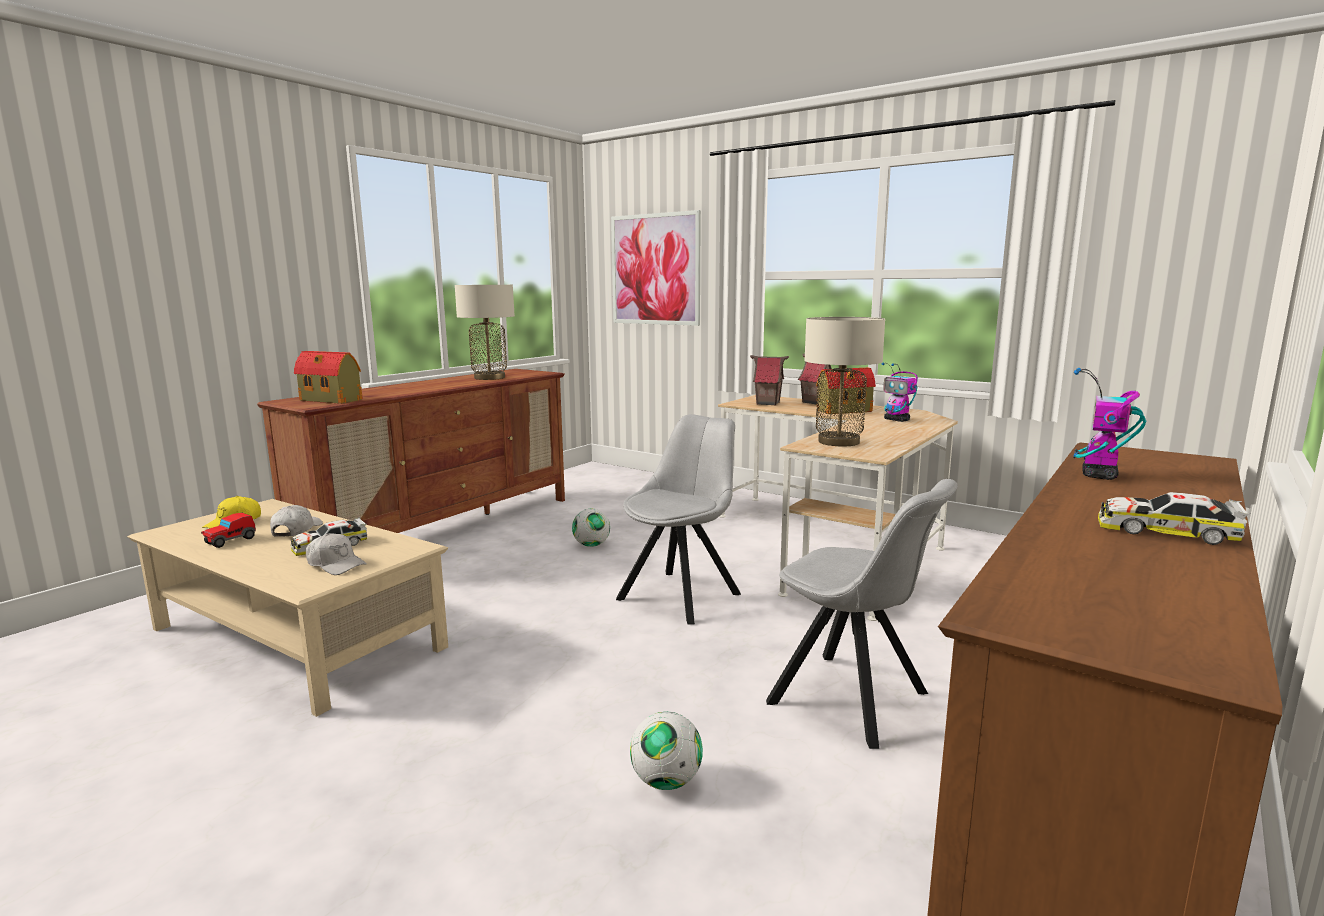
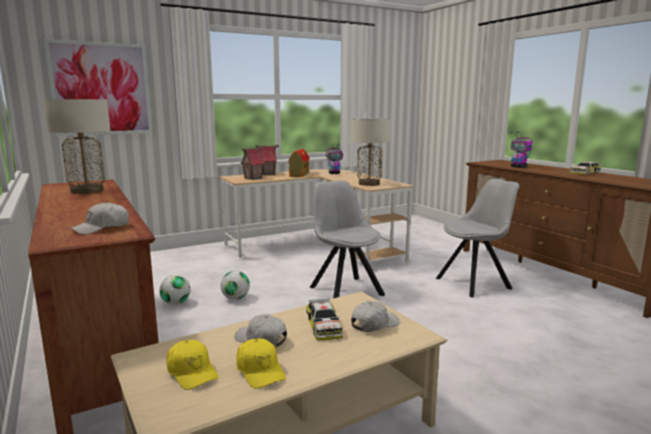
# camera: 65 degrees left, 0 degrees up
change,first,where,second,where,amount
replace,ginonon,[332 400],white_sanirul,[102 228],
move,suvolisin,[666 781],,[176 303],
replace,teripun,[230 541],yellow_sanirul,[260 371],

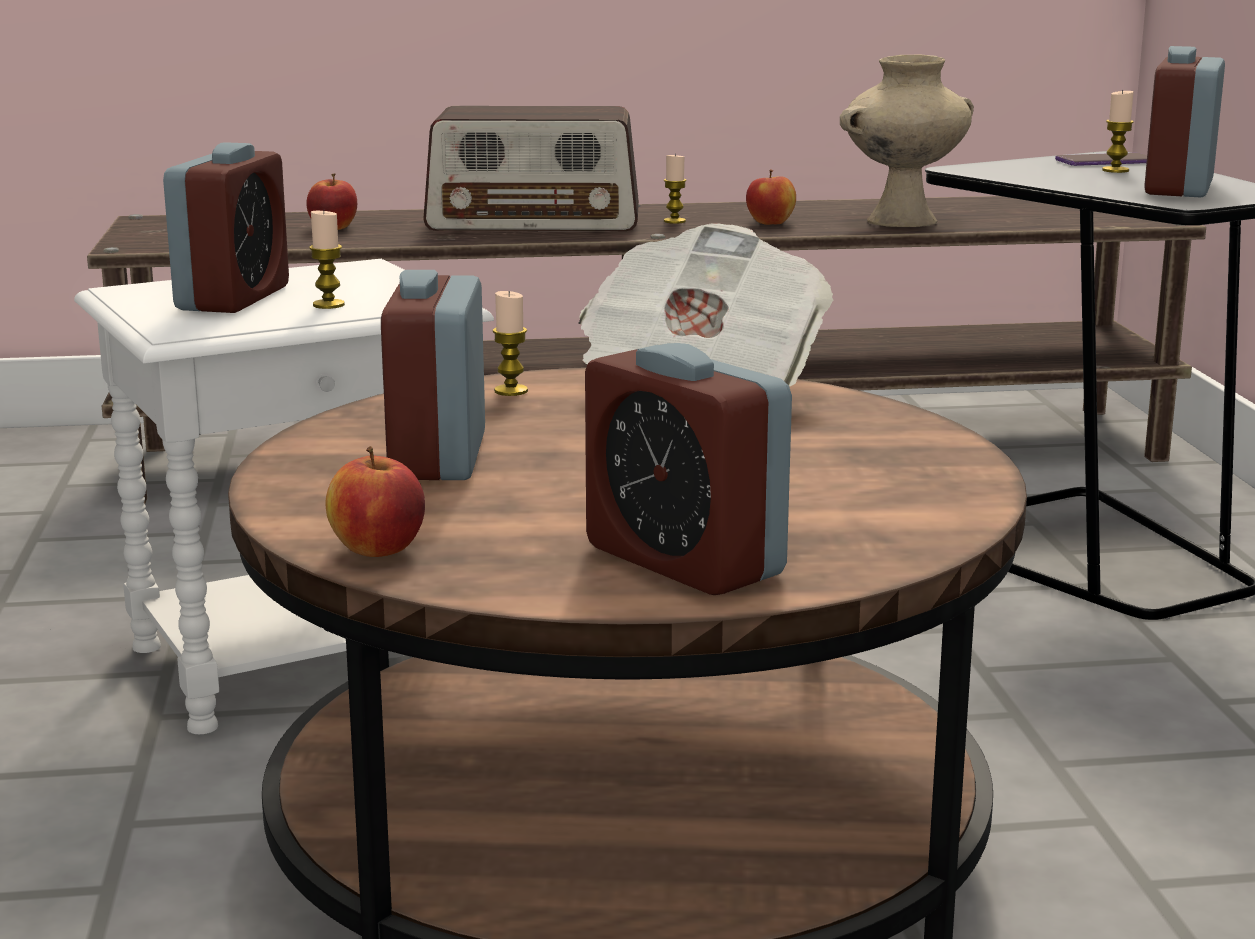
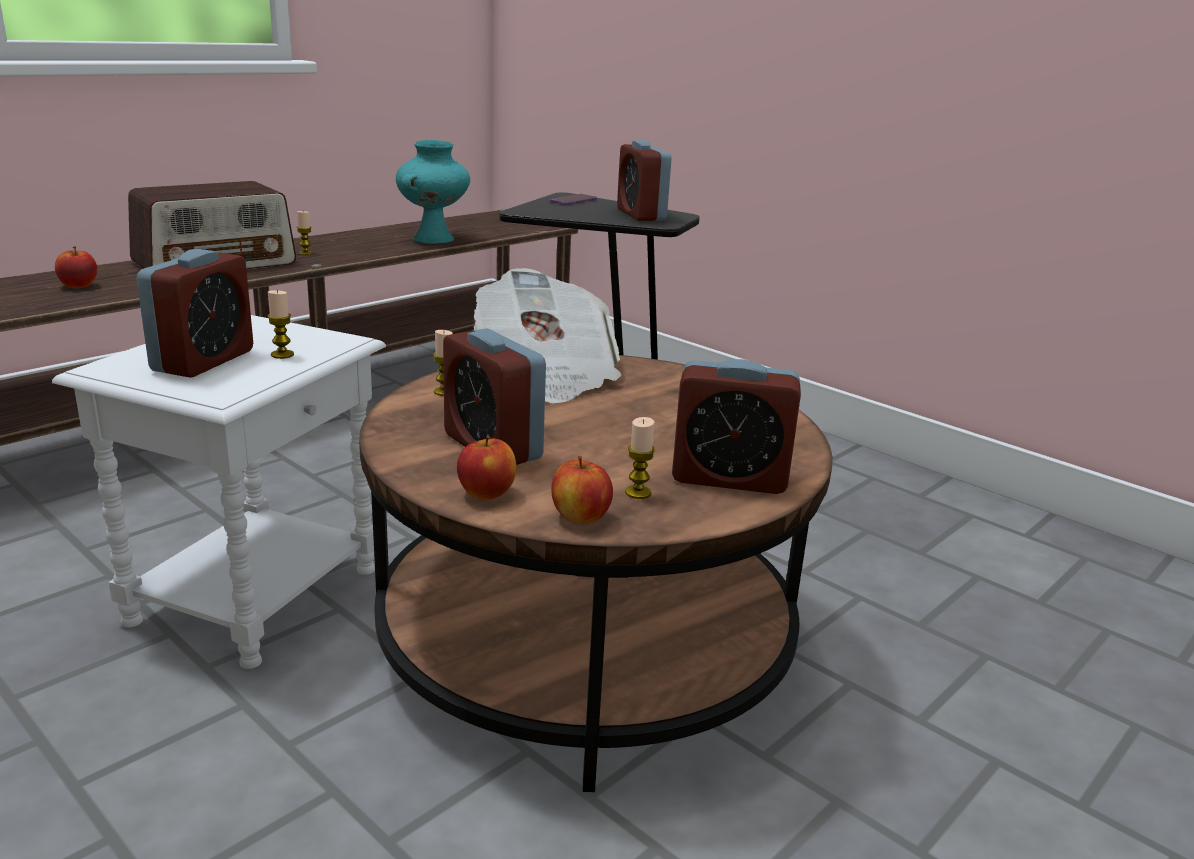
# camera: 40 degrees left, 5 degrees up
change,first,where,second,where,amount
rotate,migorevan,[233 298],,[203 361],45 degrees clockwise
recolor,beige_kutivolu,[901 222],turquoise_kutivolu,[433 240],
move,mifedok,[770 223],,[486 493],
move,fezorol,[1115 170],,[638 493],

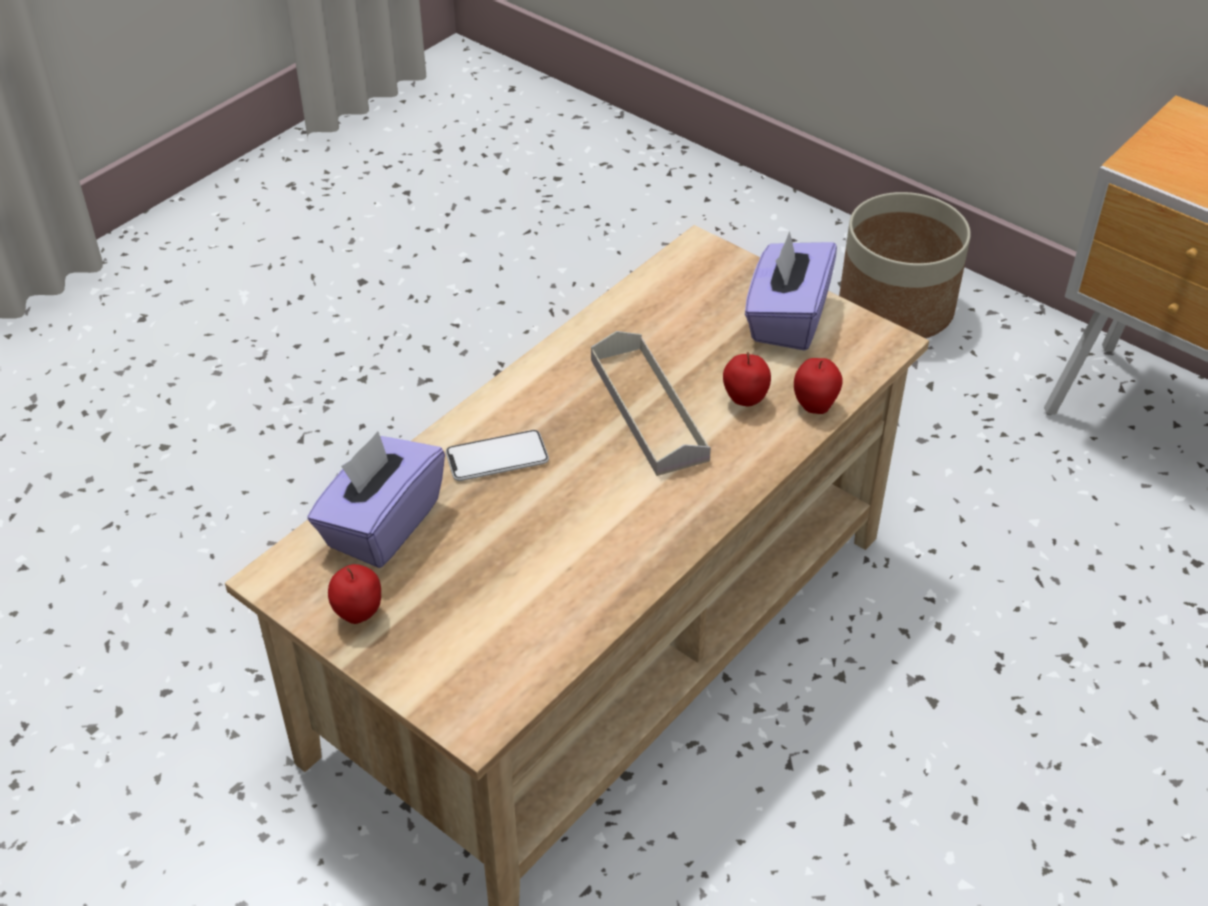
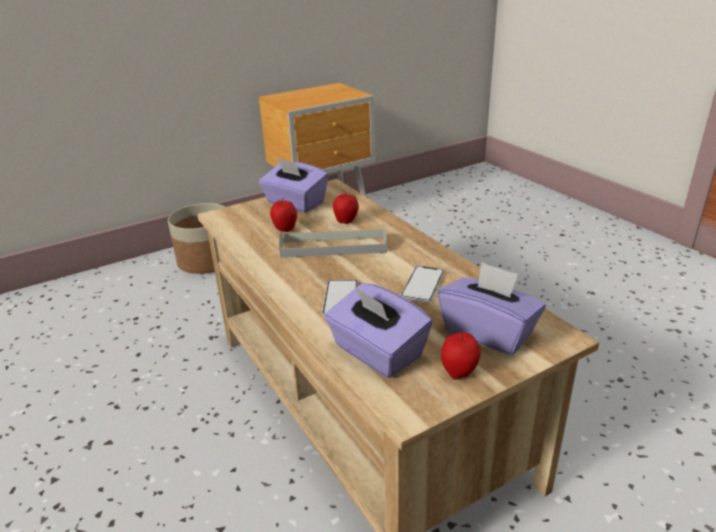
# camera: 70 degrees left, 15 degrees down
change,first,where,second,where,amount
move,mifedok,[814 406],,[285 229],
insert,,,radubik,[423 285],
insert,,,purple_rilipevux,[488 332],

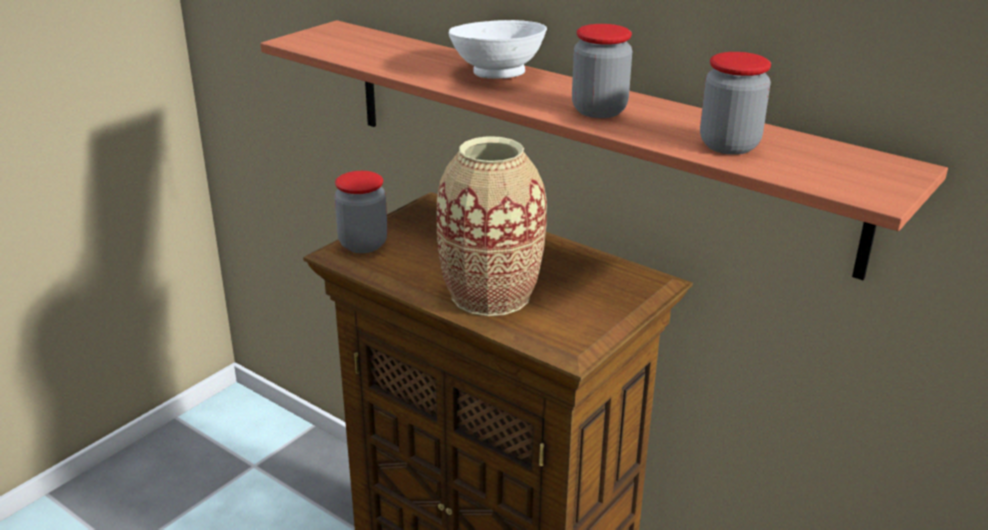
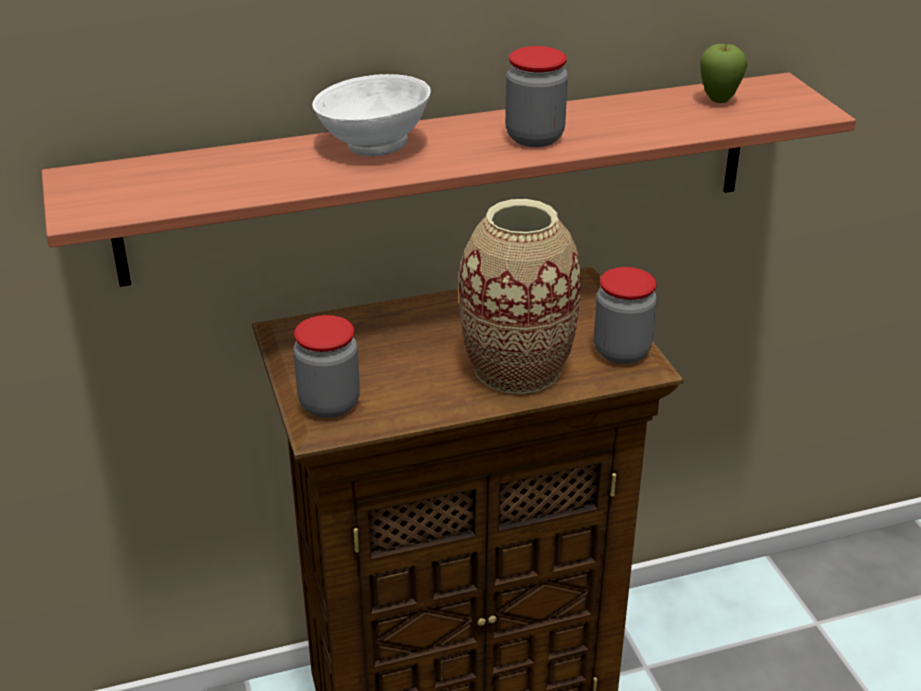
# camera: 55 degrees left, 5 degrees up
change,first,where,second,where,amount
move,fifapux,[729 145],,[621 351],
insert,,,mifedok,[718 101],

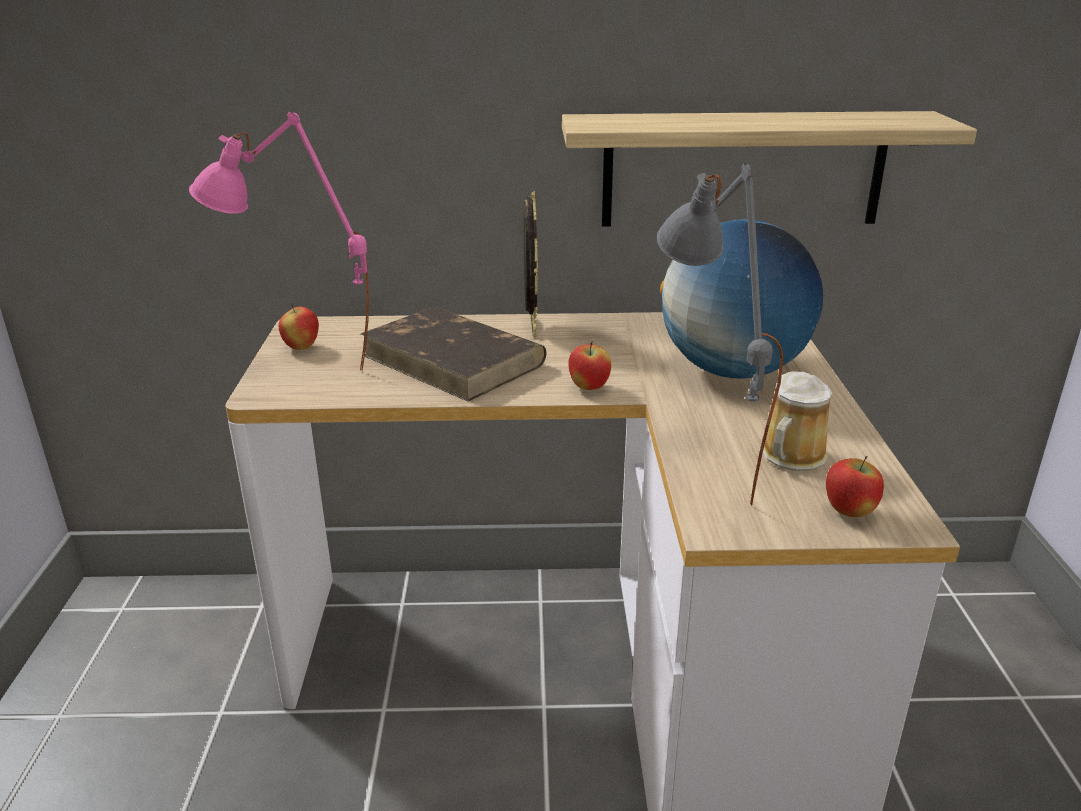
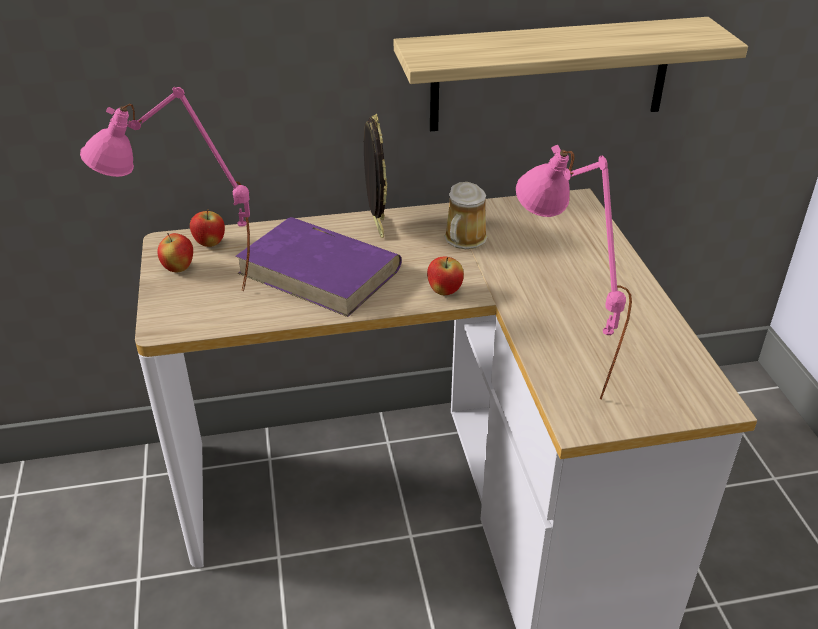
# camera: 10 degrees left, 10 degrees up
change,first,where,second,where,amount
move,mifedok,[849 512],,[210 244],
recolor,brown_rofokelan,[454 360],purple_rofokelan,[321 271],
move,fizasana,[791 457],,[464 240],
recolor,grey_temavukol,[699 470],pink_temavukol,[554 369],
delete,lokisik,[732 370],,,

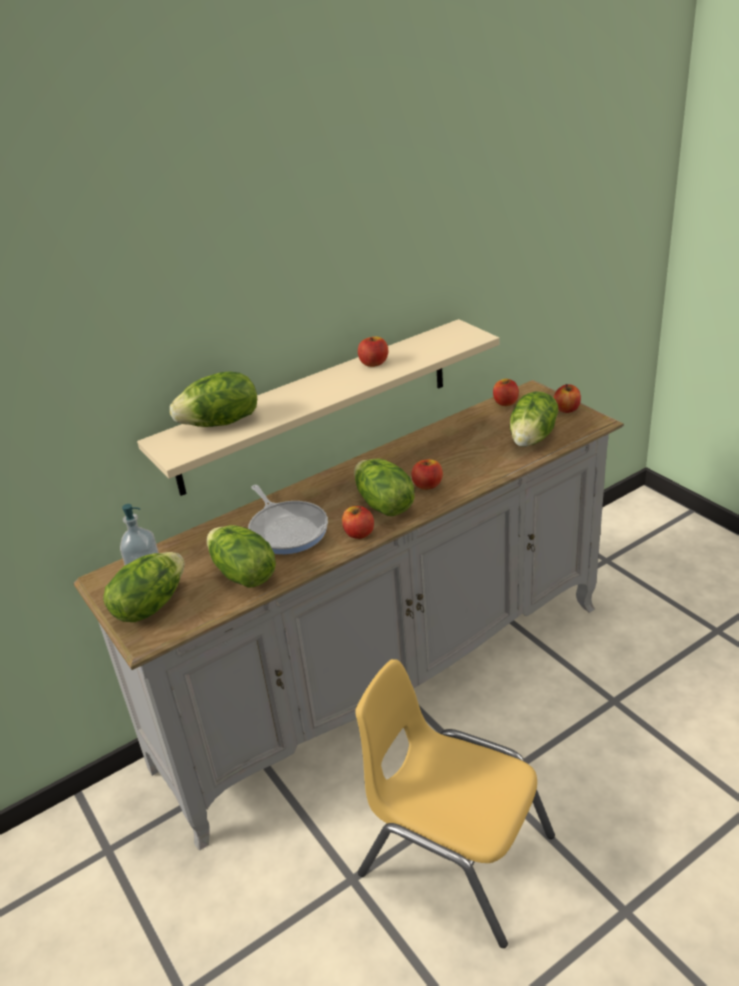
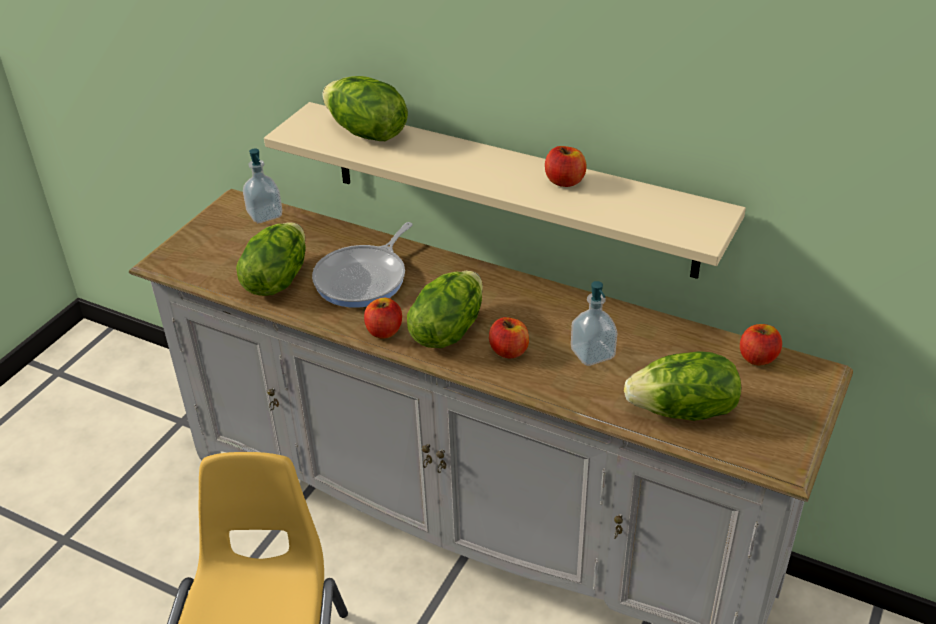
# camera: 60 degrees right, 5 degrees up
change,first,where,second,where,amount
insert,,,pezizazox,[592 354],
delete,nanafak,[149 605],,,
delete,mifedok,[566 409],,,

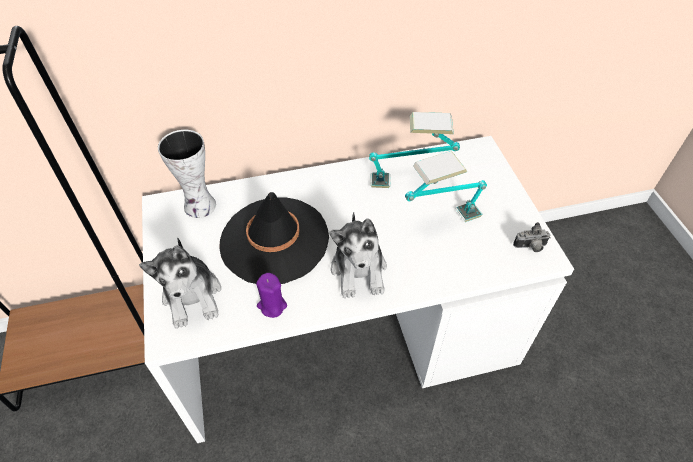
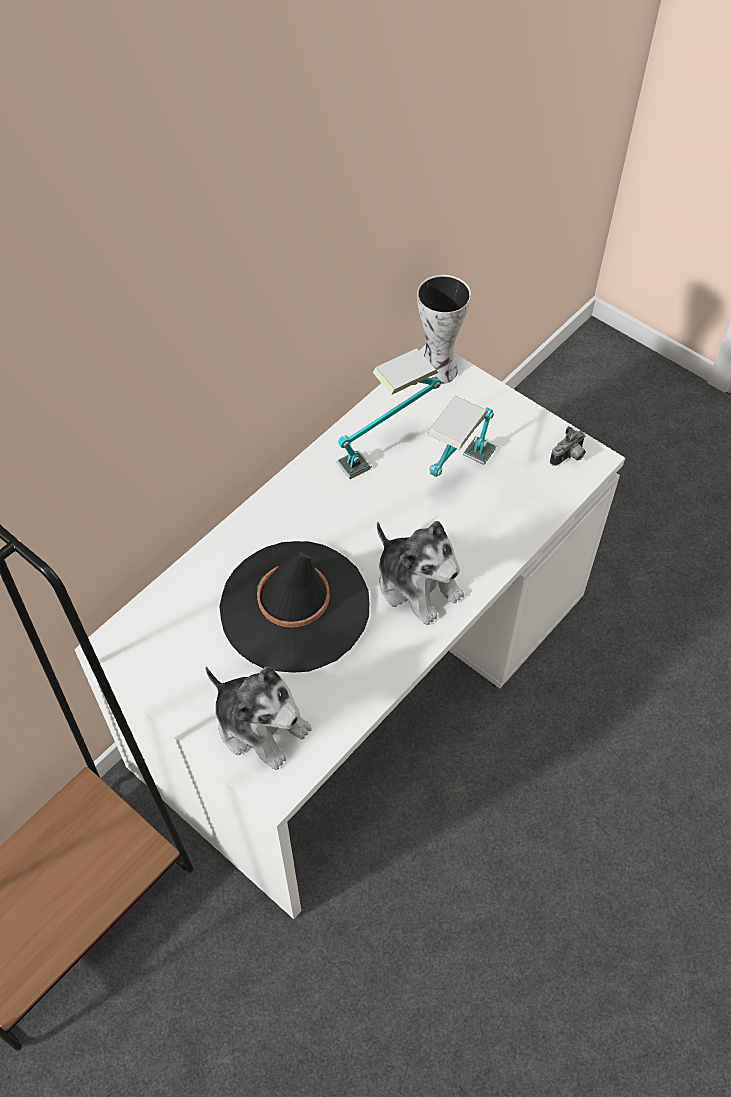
# camera: 35 degrees left, 5 degrees up
change,first,where,second,where,amount
move,kutivolu,[198 206],,[438 371],
delete,purple_fezorol,[272 305],,,

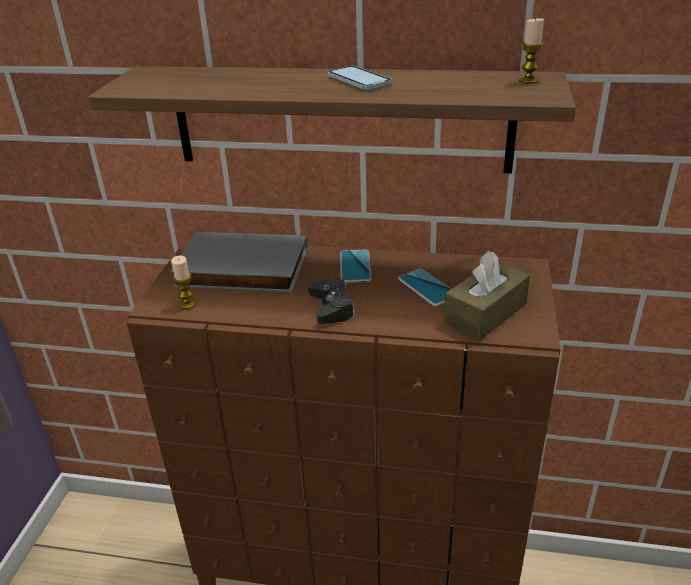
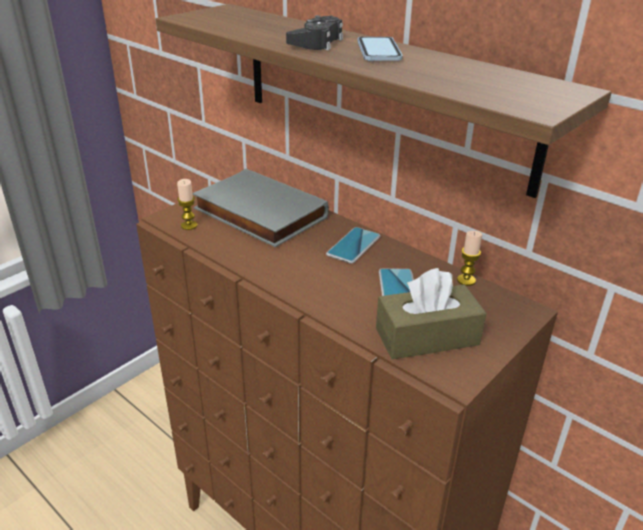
# camera: 30 degrees right, 0 degrees up
change,first,where,second,where,amount
move,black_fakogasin,[331 307],,[316 42],
move,fezorol,[528 80],,[466 280],

